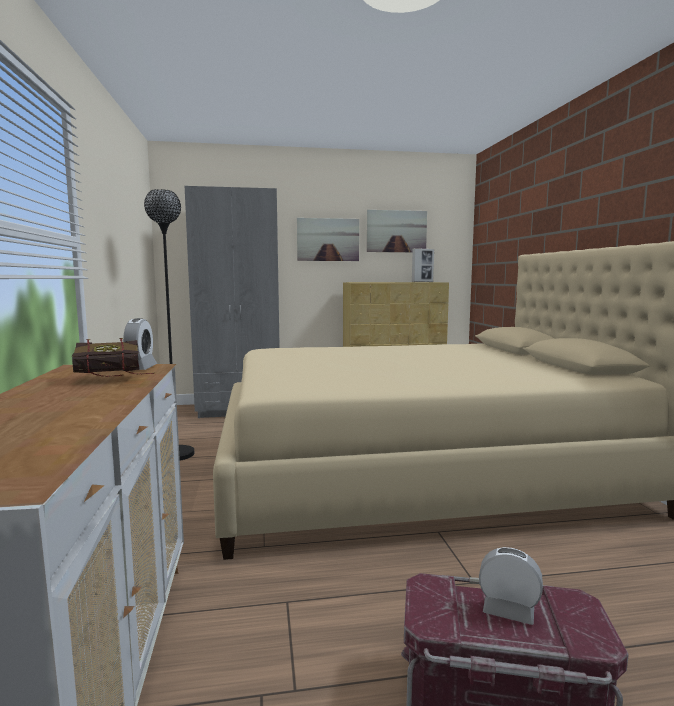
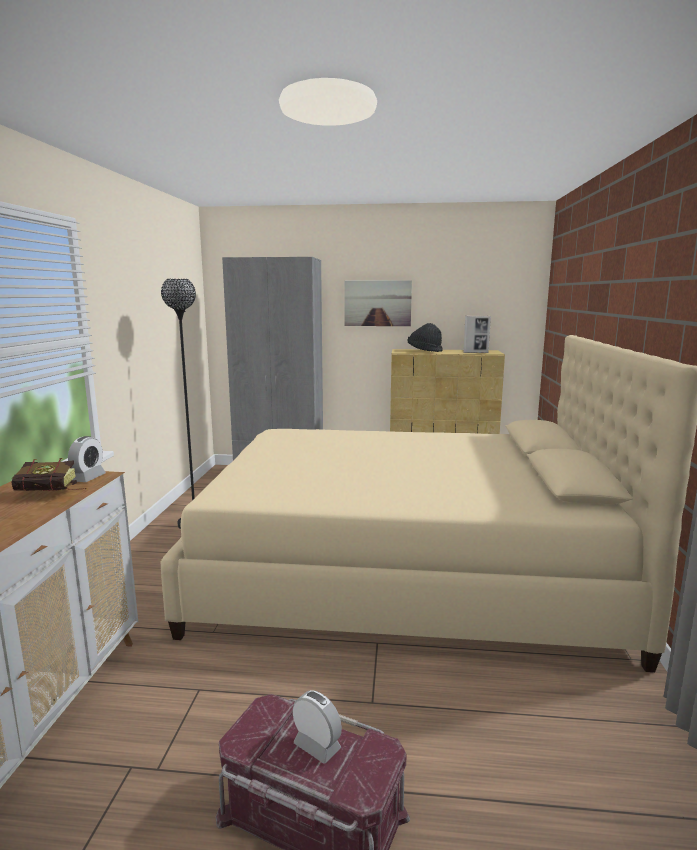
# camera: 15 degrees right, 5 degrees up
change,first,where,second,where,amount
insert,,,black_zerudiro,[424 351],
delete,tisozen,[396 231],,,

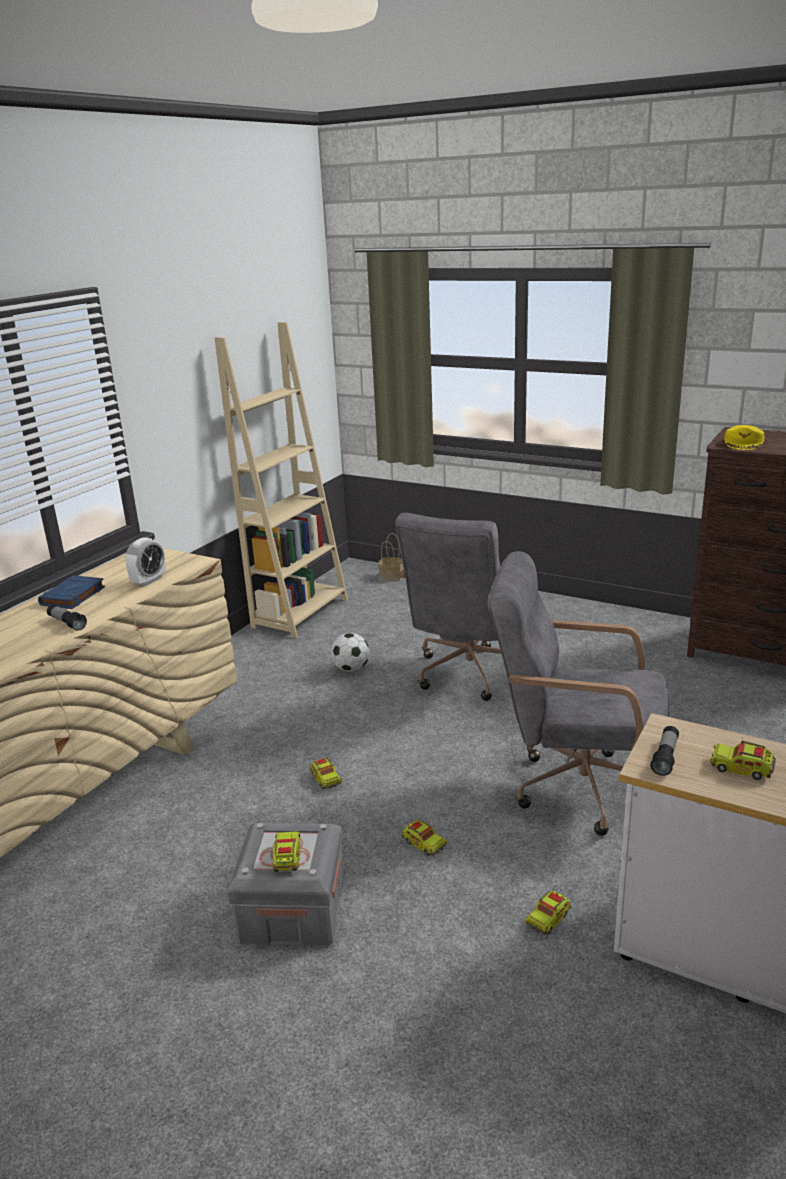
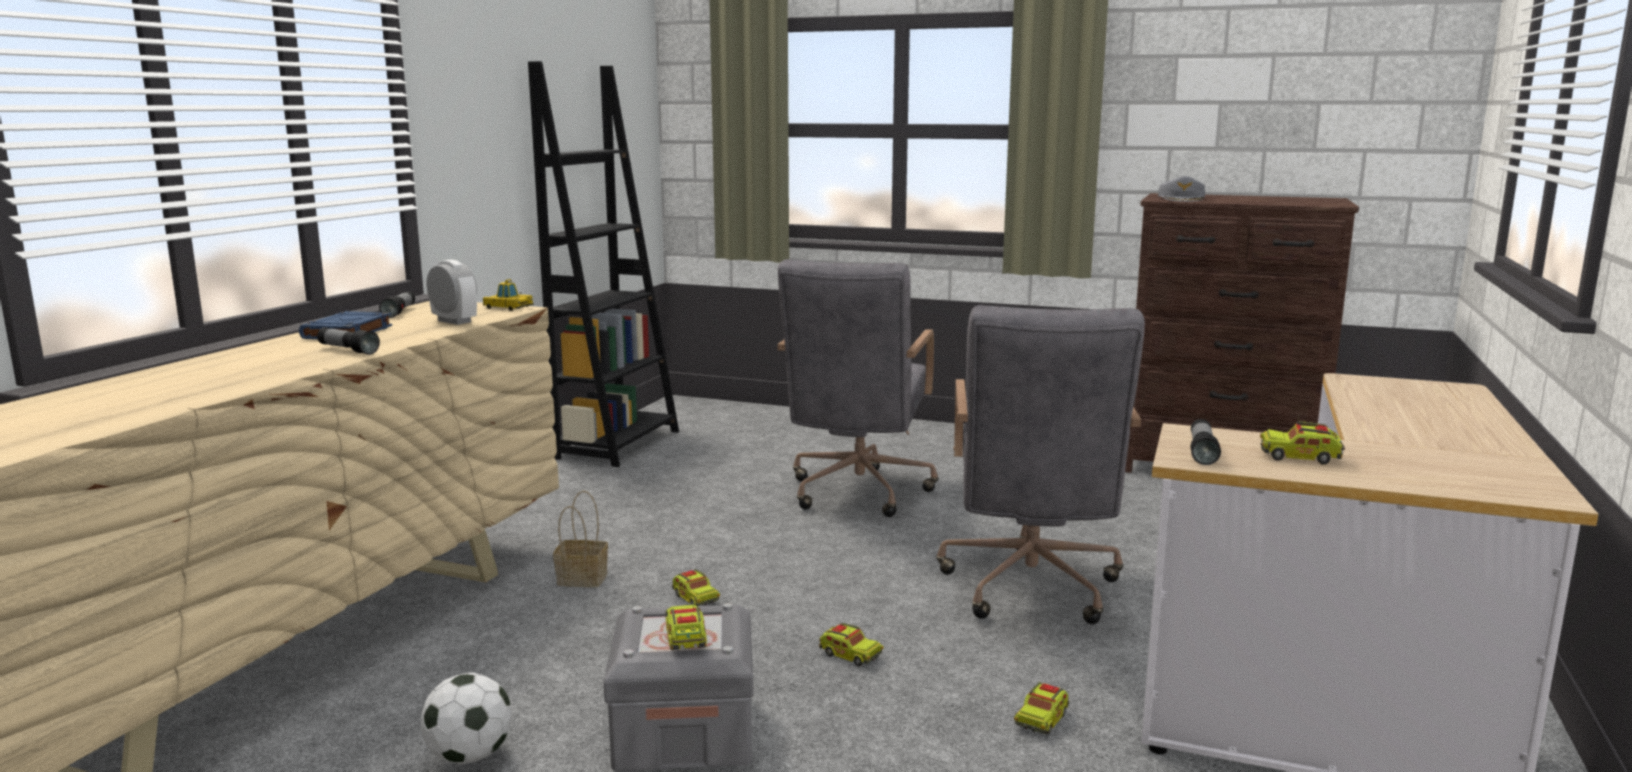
# camera: 10 degrees left, 10 degrees down
change,first,where,second,where,amount
insert,,,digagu,[399 312],
move,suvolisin,[351 669],,[470 756],
rotate,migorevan,[149 581],,[454 321],75 degrees counterclockwise
insert,,,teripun,[508 307],
recolor,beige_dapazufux,[300 613],black_dapazufux,[617 444],
move,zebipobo,[390 577],,[580 579],
rotate,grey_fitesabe,[574 788],,[1031 593],90 degrees counterclockwise
recolor,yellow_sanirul,[743 443],grey_sanirul,[1182 199],

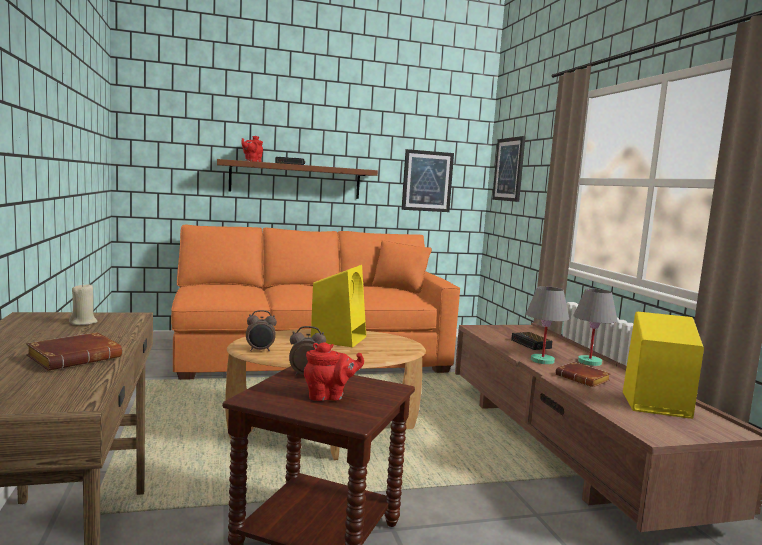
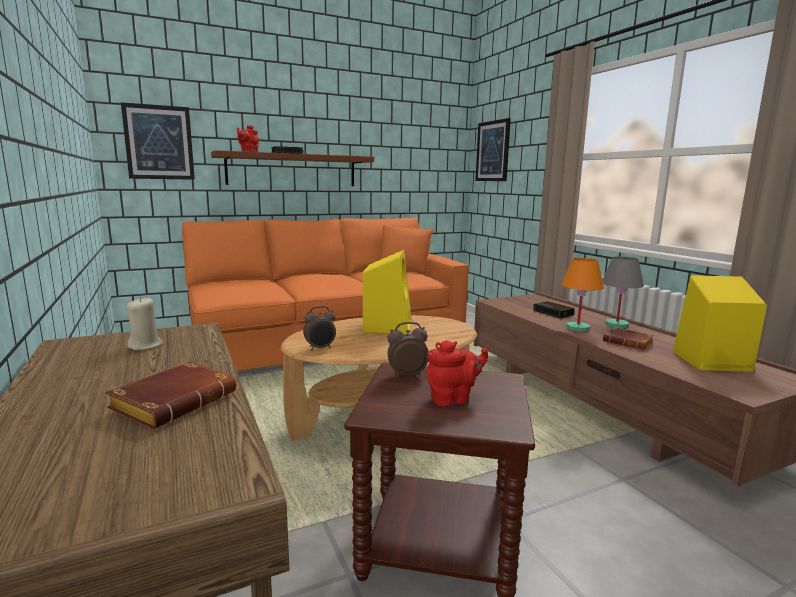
# camera: 10 degrees left, 5 degrees up
change,first,where,second,where,amount
move,tisozen,[427 181],,[159 142],
recolor,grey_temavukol,[542 361],orange_temavukol,[578 328],

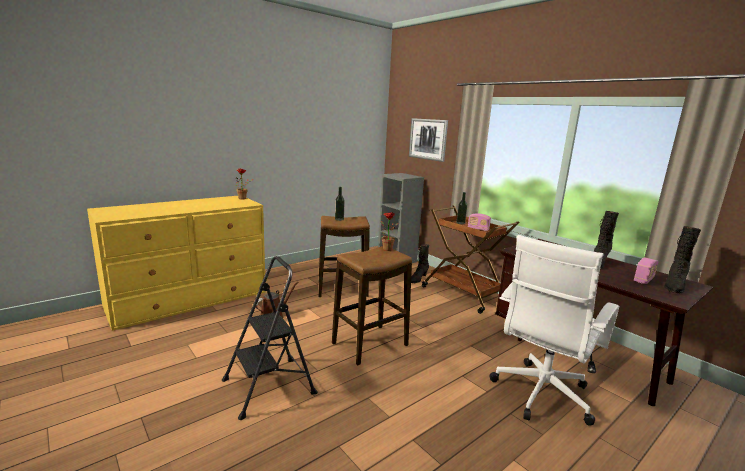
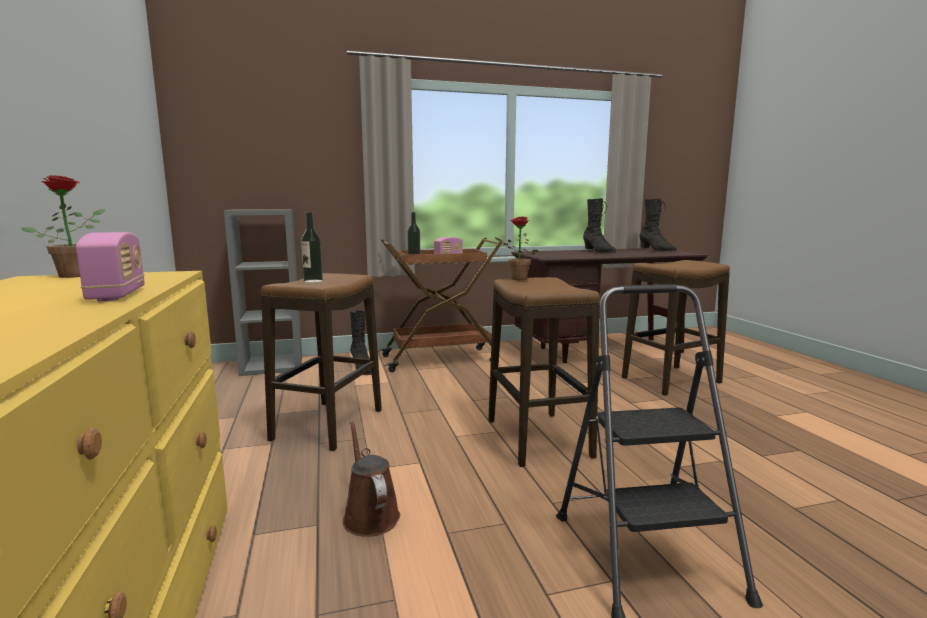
# camera: 65 degrees left, 5 degrees down
change,first,where,second,where,amount
move,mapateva,[643 280],,[117 295],
replace,white_fitesabe,[540 396],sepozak,[671 381],
delete,tisozen,[428 139],,,

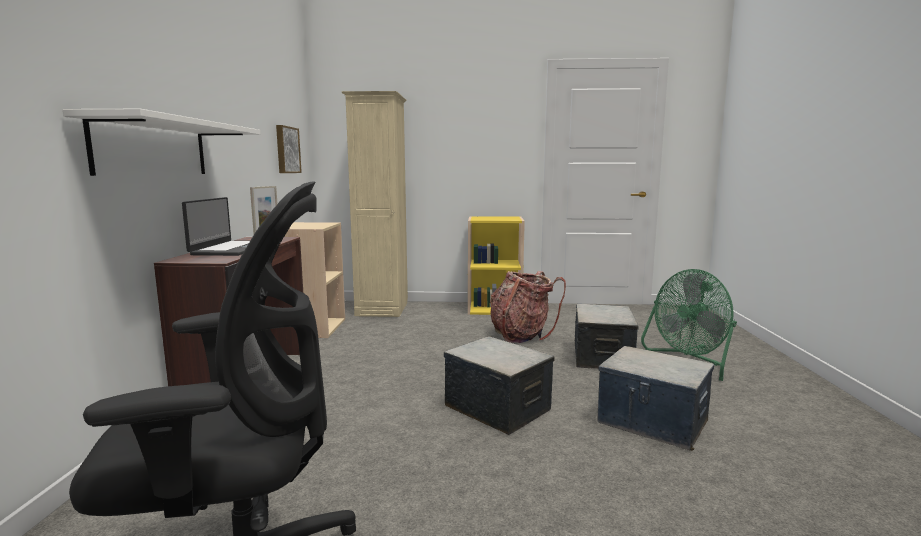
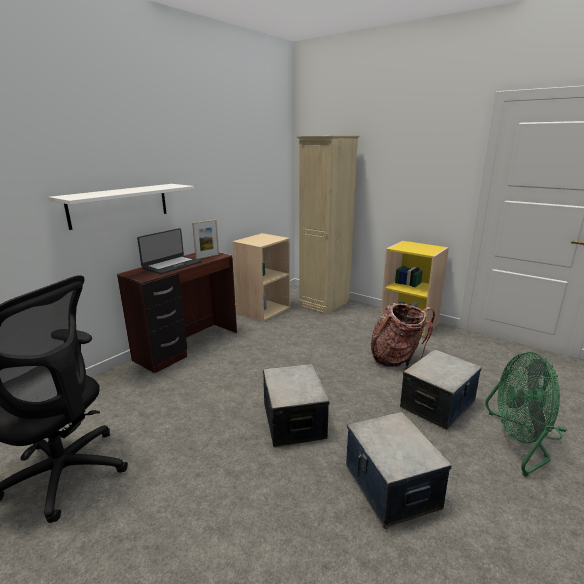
# camera: 35 degrees right, 10 degrees up
change,first,where,second,where,amount
delete,tisozen,[286 150],,,

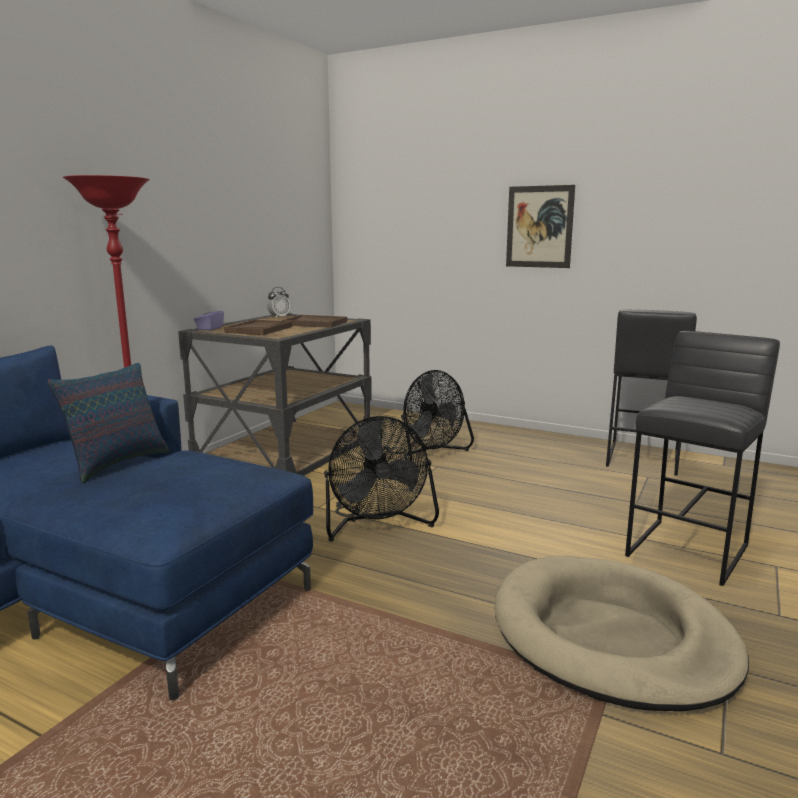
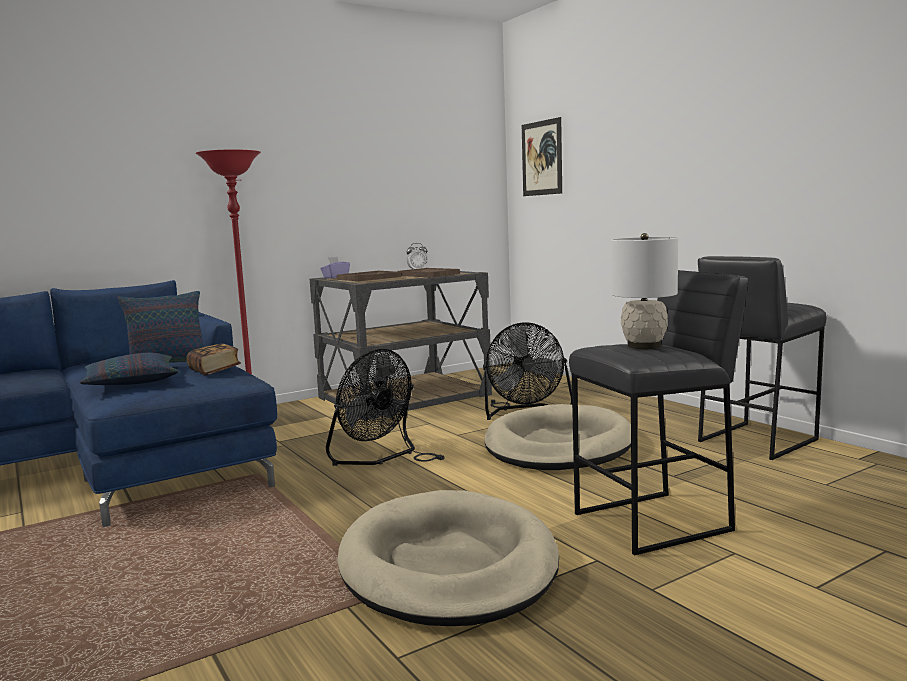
# camera: 30 degrees right, 5 degrees down
change,first,where,second,where,amount
insert,,,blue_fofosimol,[131 382],
insert,,,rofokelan,[215 371],
rotate,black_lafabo,[373 524],,[388 454],120 degrees clockwise
insert,,,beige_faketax,[558 445],
move,tisozen,[539 227],,[541 158],
insert,,,white_temavukol,[644 346],

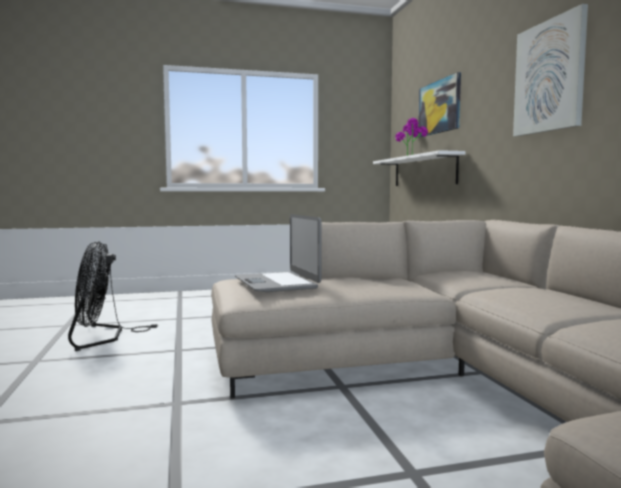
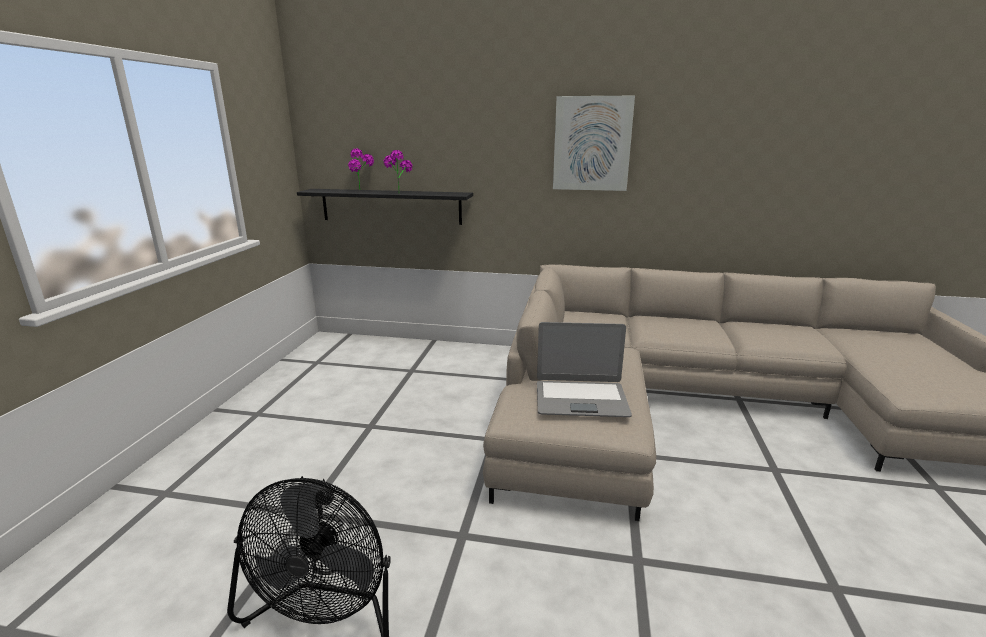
# camera: 65 degrees left, 15 degrees up
change,first,where,second,where,amount
recolor,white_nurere,[423 171],black_nurere,[391 206],
delete,tisozen,[439 107],,,

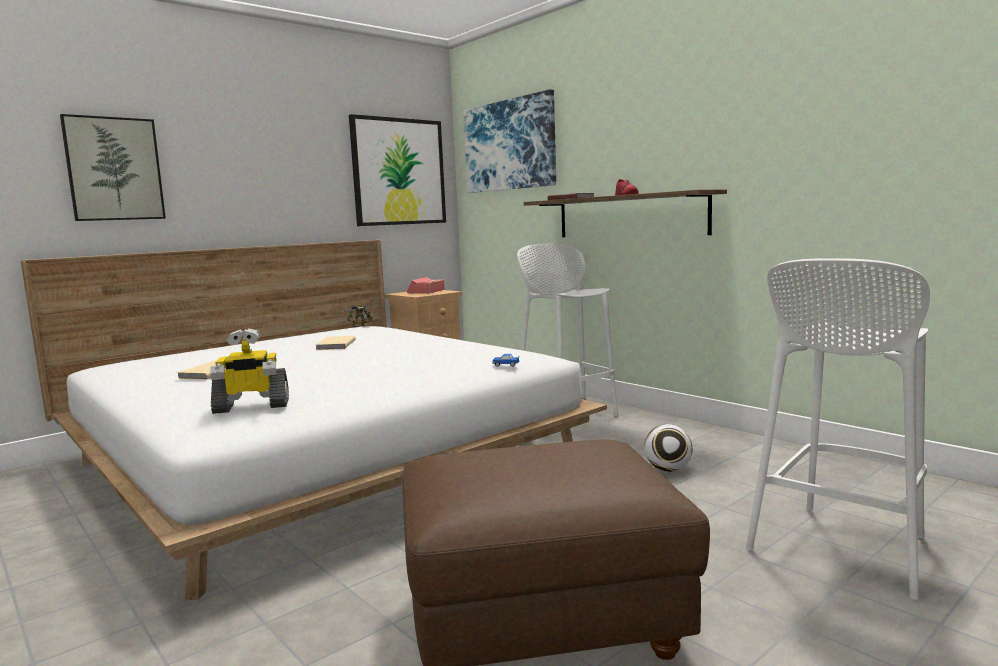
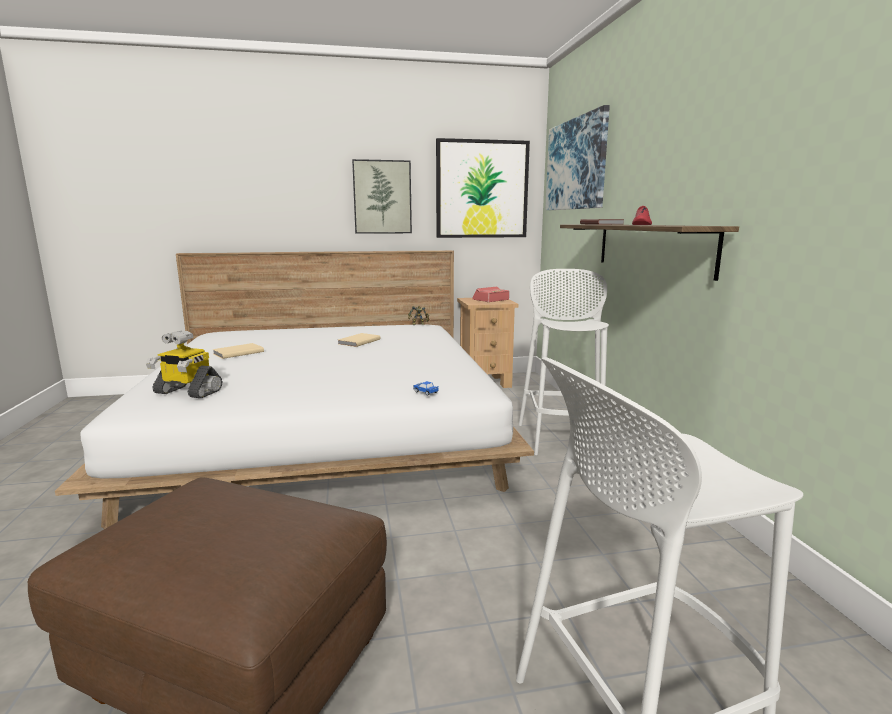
# camera: 30 degrees right, 5 degrees up
change,first,where,second,where,amount
move,tisozen,[114 169],,[382 197],
delete,suvolisin,[668 470],,,

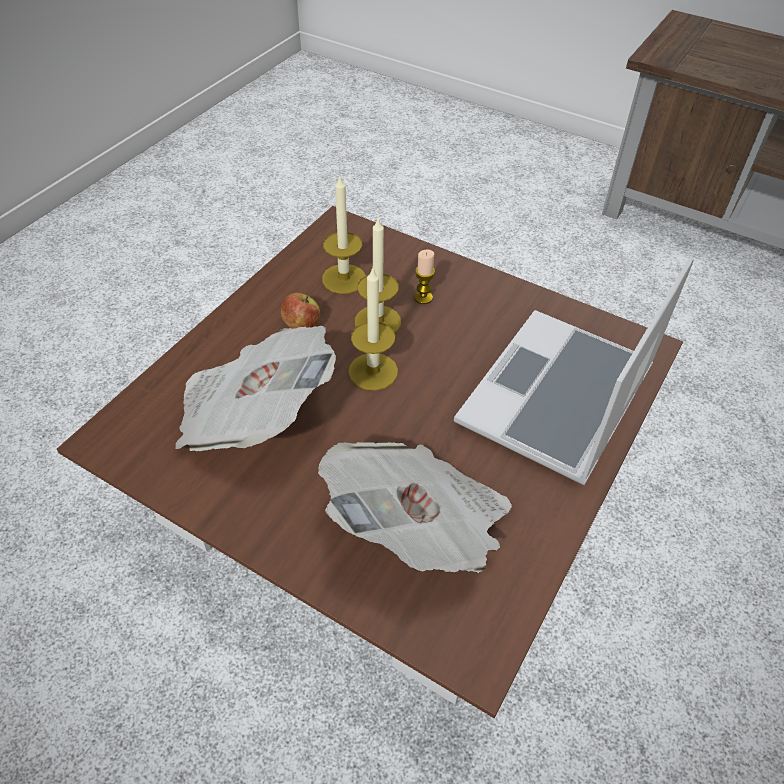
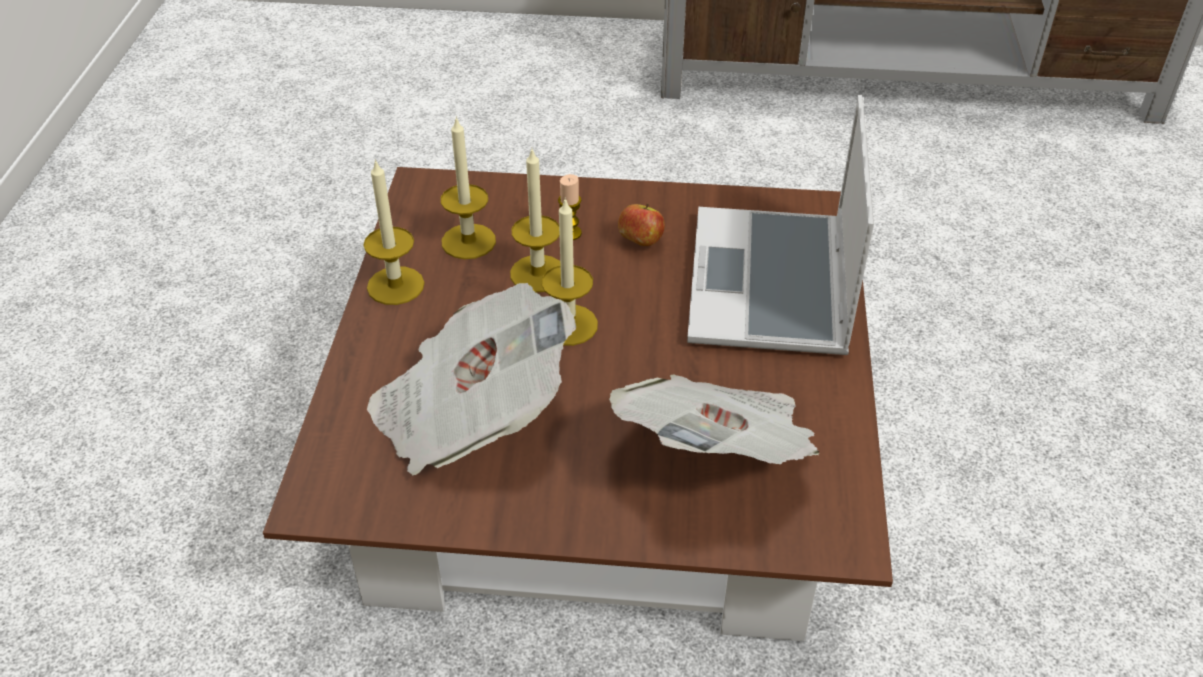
# camera: 25 degrees left, 5 degrees down
change,first,where,second,where,amount
insert,,,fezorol,[395 285],
move,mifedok,[301 325],,[640 241],

